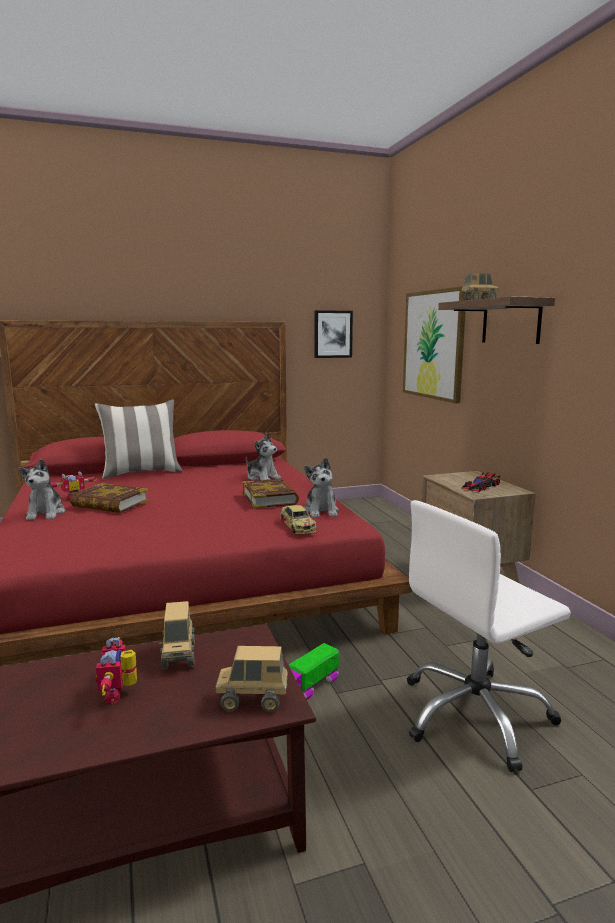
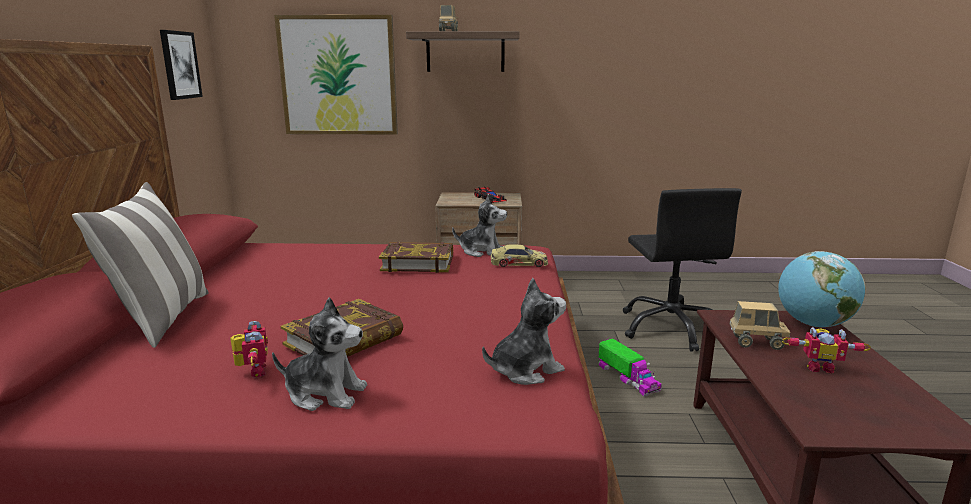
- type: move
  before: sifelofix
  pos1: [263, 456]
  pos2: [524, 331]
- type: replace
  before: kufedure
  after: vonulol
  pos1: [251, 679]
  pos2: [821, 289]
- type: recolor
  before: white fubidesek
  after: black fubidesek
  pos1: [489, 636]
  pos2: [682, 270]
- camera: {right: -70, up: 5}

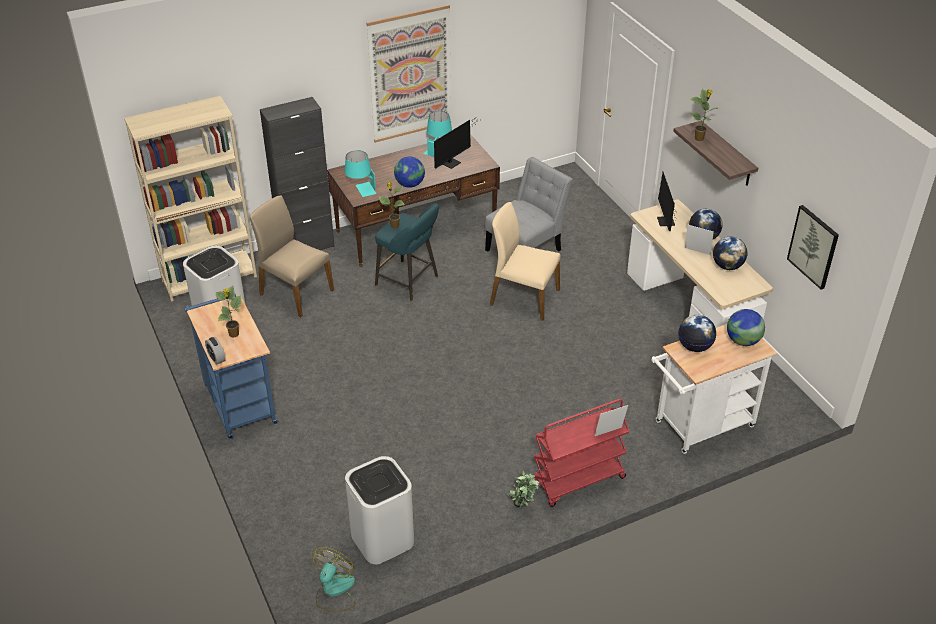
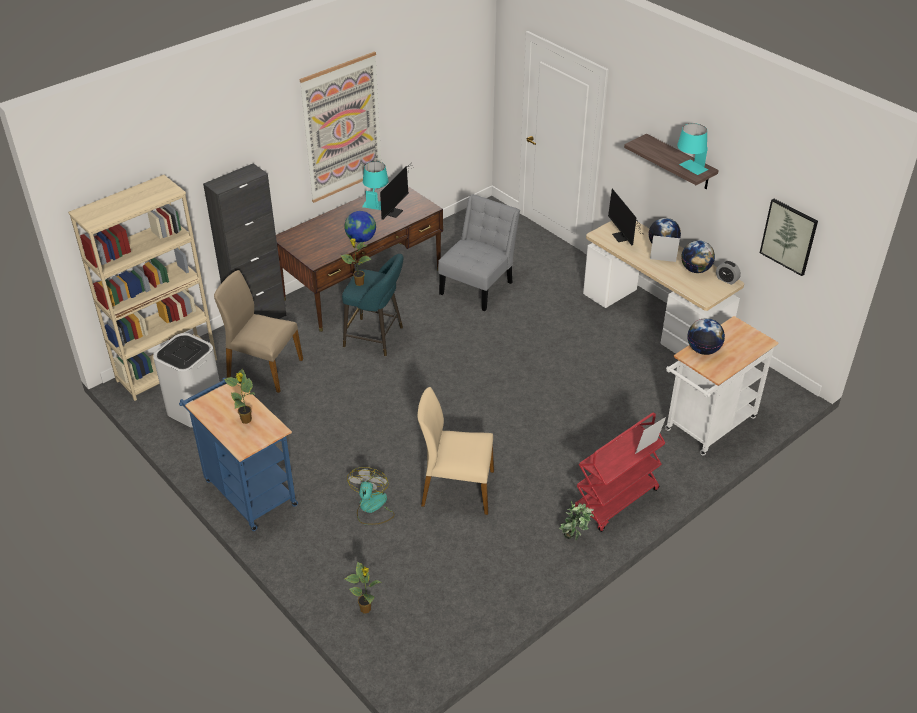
- type: delete
  before: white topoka
  pos1: [379, 510]
- type: delete
  before: vonulol
  pos1: [746, 327]
- type: move
  before: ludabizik
  pos1: [215, 351]
  pos2: [728, 273]
- type: move
  before: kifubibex
  pos1: [334, 579]
  pos2: [371, 496]
- type: move
  before: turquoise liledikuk
  pos1: [361, 173]
  pos2: [692, 149]
- type: move
  before: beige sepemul
  pos1: [525, 261]
  pos2: [455, 451]
- type: move
  before: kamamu
  pos1: [704, 114]
  pos2: [363, 587]
- camera: {right: -15, up: 0}

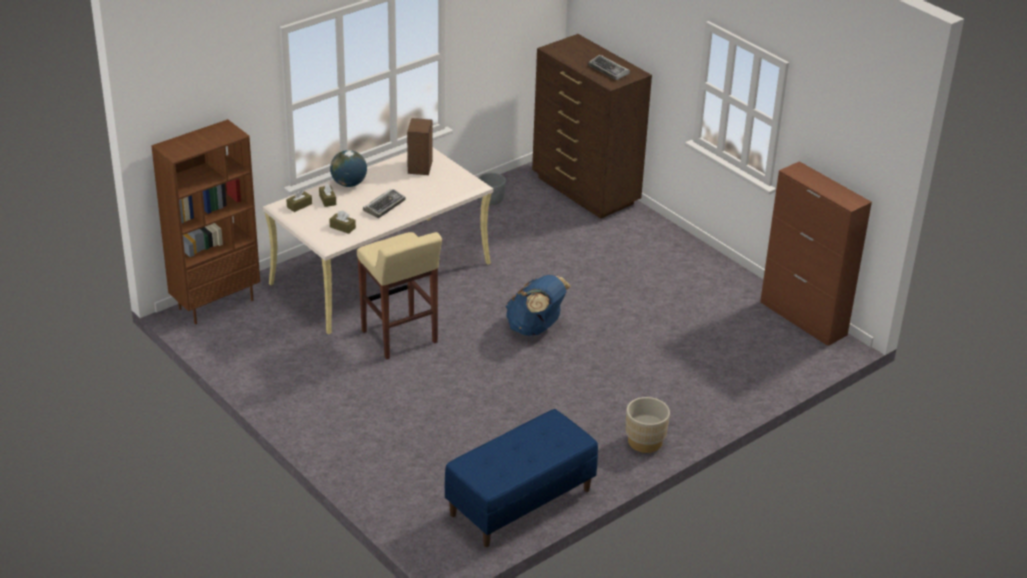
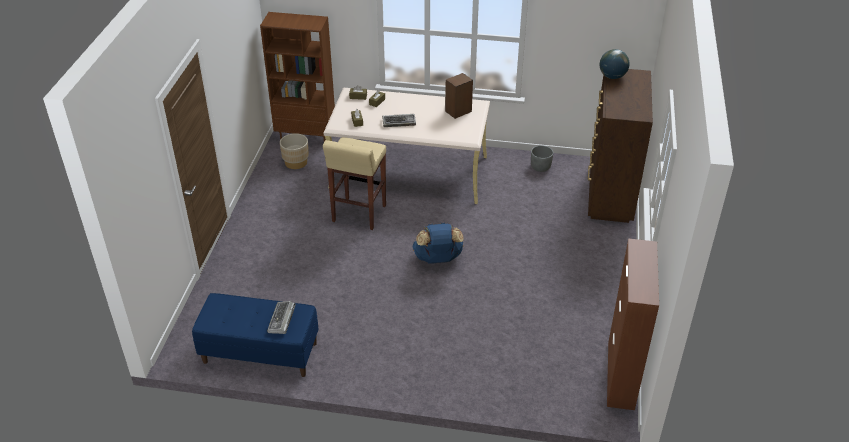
- type: move
  before: vonulol
  pos1: [348, 168]
  pos2: [614, 64]
- type: move
  before: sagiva
  pos1: [609, 67]
  pos2: [281, 317]
- type: move
  before: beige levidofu
  pos1: [648, 425]
  pos2: [294, 151]
- camera: {right: 50, up: 5}

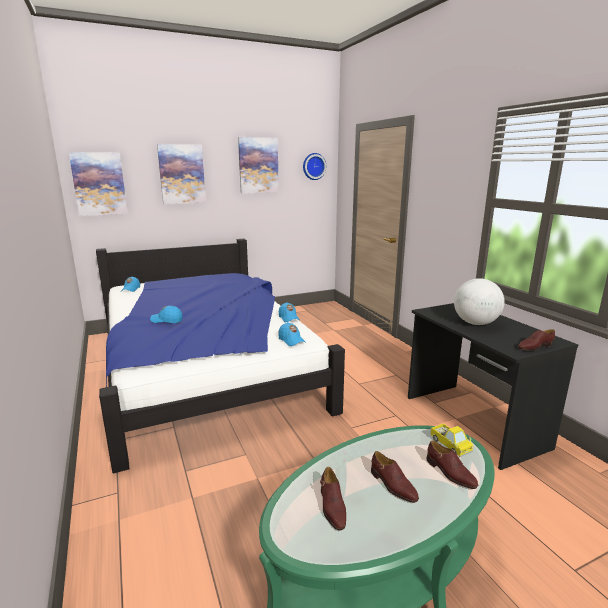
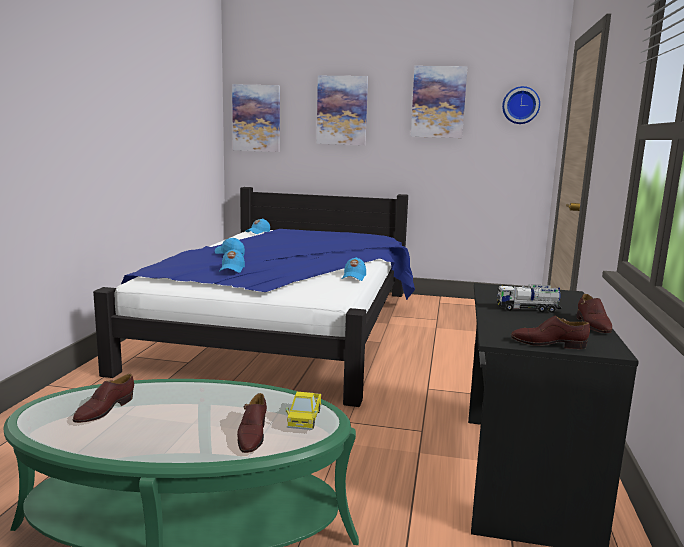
- type: move
  before: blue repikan
  pos1: [292, 334]
  pos2: [232, 261]
- type: move
  before: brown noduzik
  pos1: [395, 477]
  pos2: [594, 313]
- type: replace
  before: vonulol
  after: kufedure
  pos1: [479, 301]
  pos2: [529, 298]
- camera: {right: 35, up: -5}

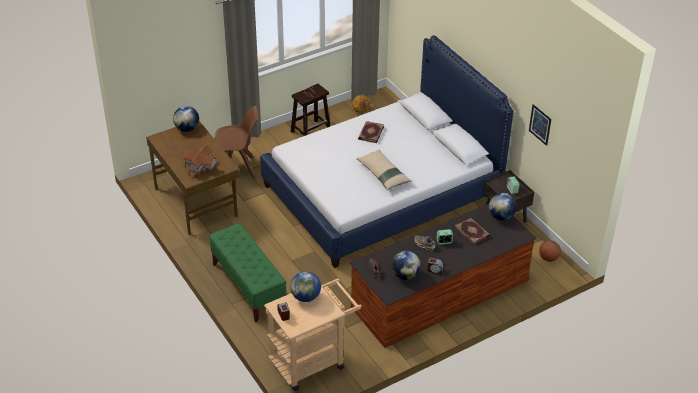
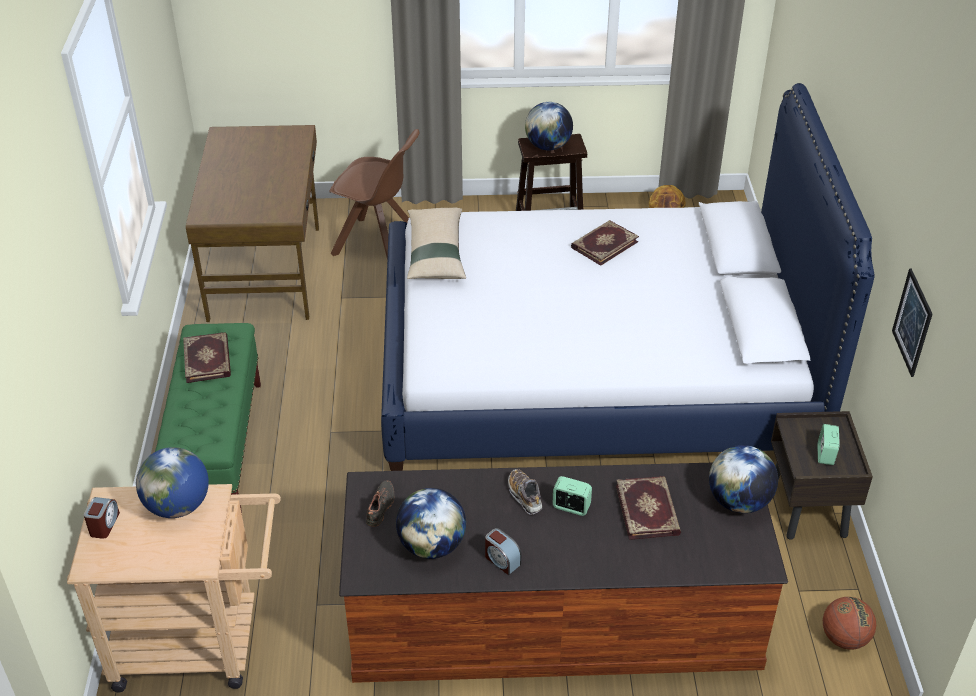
- type: delete
  before: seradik
  pos1: [200, 161]
- type: insert
  after: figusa
  pos2: [207, 357]
- type: move
  before: vonulol
  pos1: [186, 119]
  pos2: [549, 126]
- type: move
  before: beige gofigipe
  pos1: [384, 170]
  pos2: [436, 243]
- camera: {right: 30, up: 0}

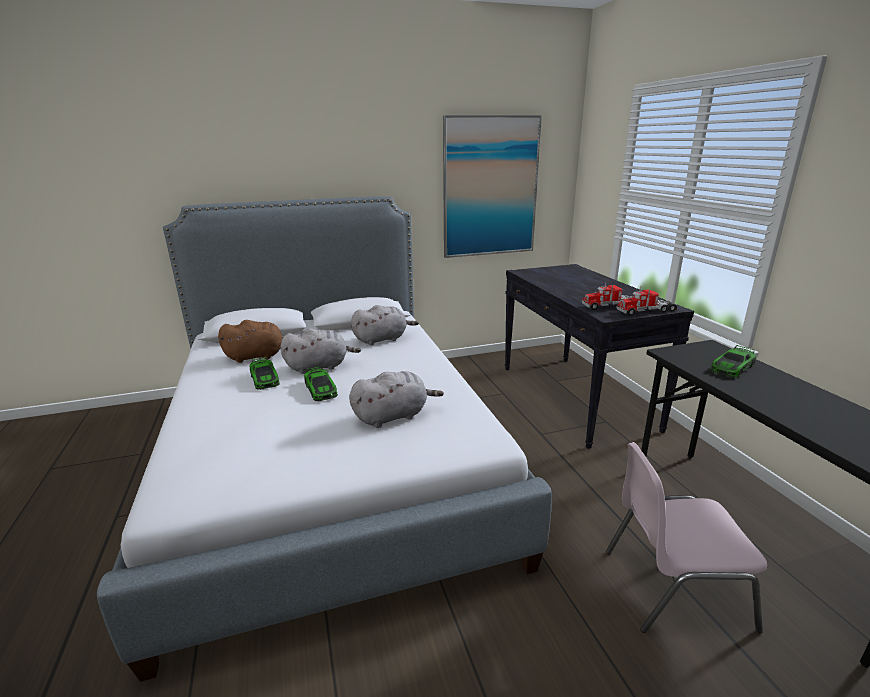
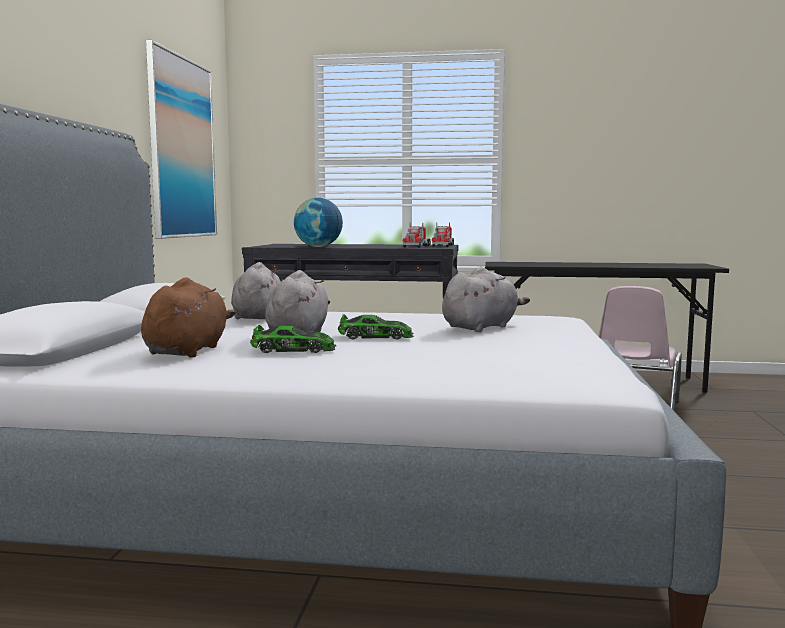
- type: delete
  before: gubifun
  pos1: [733, 361]
- type: insert
  after: vonulol
  pos2: [318, 222]
- type: rotate
  before: grey sifelofix
  pos1: [396, 399]
  pos2: [486, 299]
  turn: 45
- camera: {right: -65, up: -15}

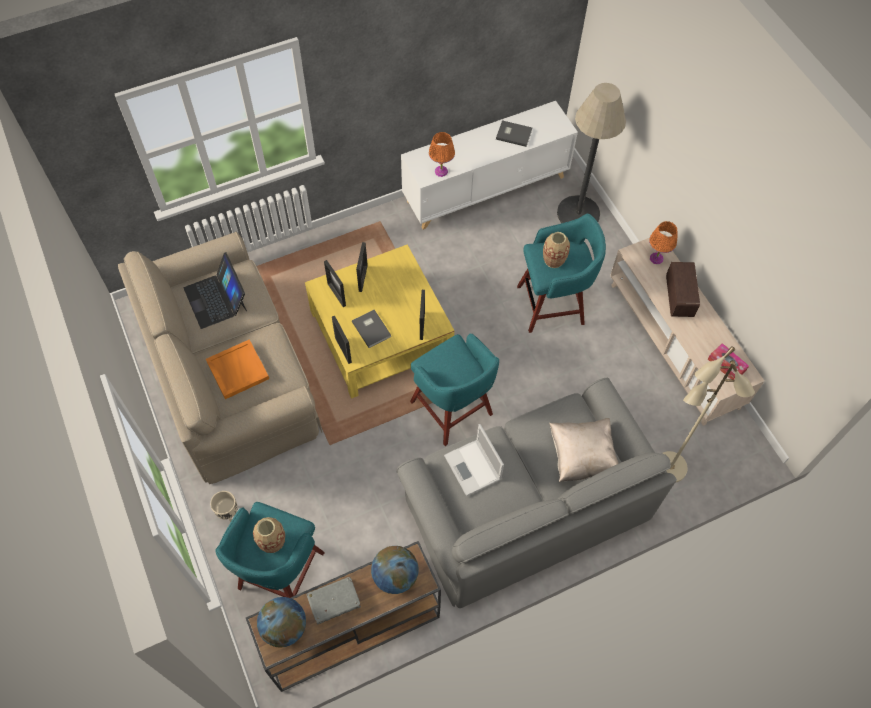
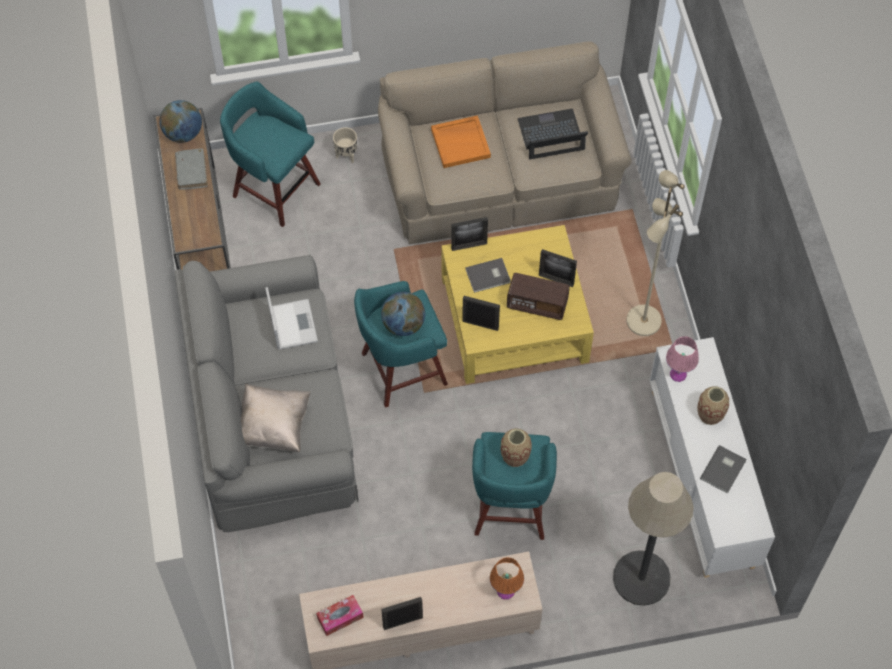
- type: move
  before: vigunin
  pos1: [269, 535]
  pos2: [713, 406]
- type: move
  before: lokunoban
  pos1: [335, 283]
  pos2: [402, 613]
- type: move
  before: vonulol
  pos1: [395, 570]
  pos2: [403, 314]
- type: move
  before: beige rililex
  pos1: [709, 414]
  pos2: [656, 253]
- type: move
  before: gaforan
  pos1: [683, 289]
  pos2: [538, 296]
- type: recolor
  before: orange liledikuk
  after: pink liledikuk
  pos1: [442, 154]
  pos2: [682, 359]
- type: rotate
  before: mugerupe
  pos1: [474, 460]
  pos2: [291, 318]
  turn: 90
- camera: {right: 105, up: 0}

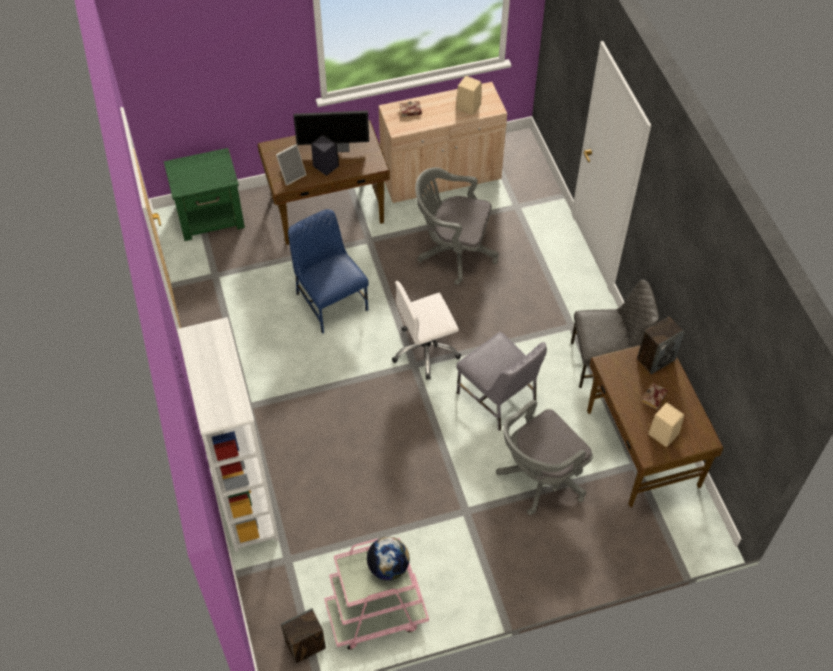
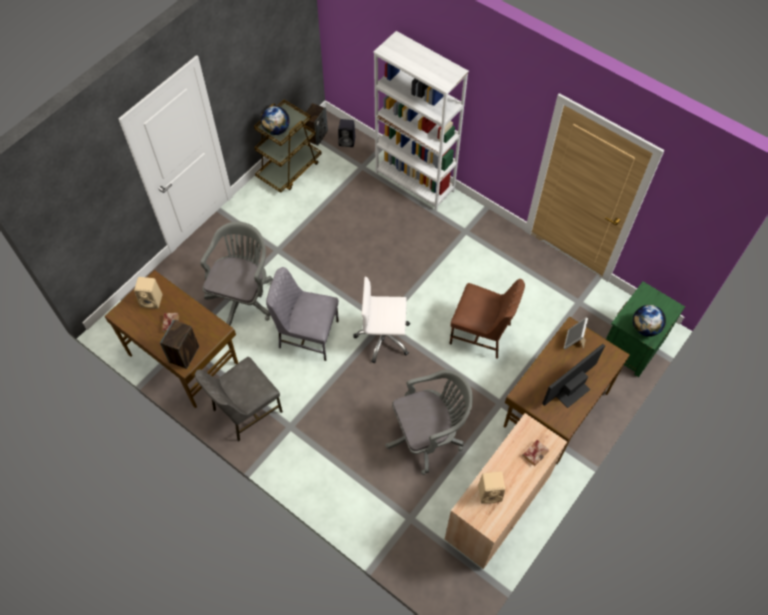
- type: insert
  after: vonulol
  pos2: [649, 321]
- type: move
  before: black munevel
  pos1: [325, 155]
  pos2: [347, 133]
- type: recolor
  before: blue sepemul
  after: brown sepemul
  pos1: [328, 271]
  pos2: [487, 319]
- type: recolor
  before: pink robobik
  after: brown robobik
  pos1: [376, 594]
  pos2: [288, 146]
- type: rotate
  before: white fubidesek
  pos1: [426, 330]
  pos2: [381, 320]
  turn: -120
- camera: {right: 145, up: 5}

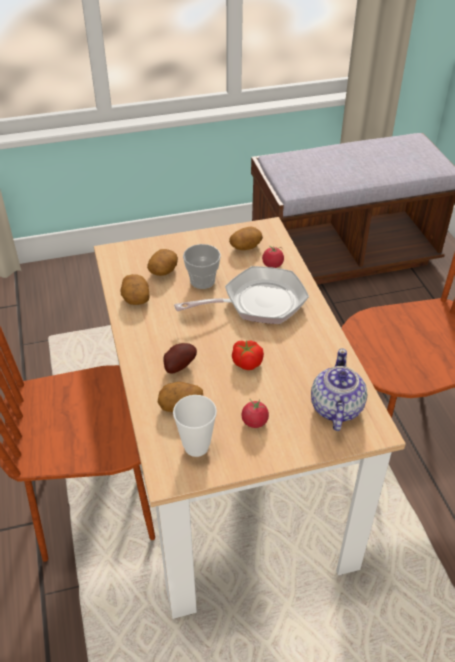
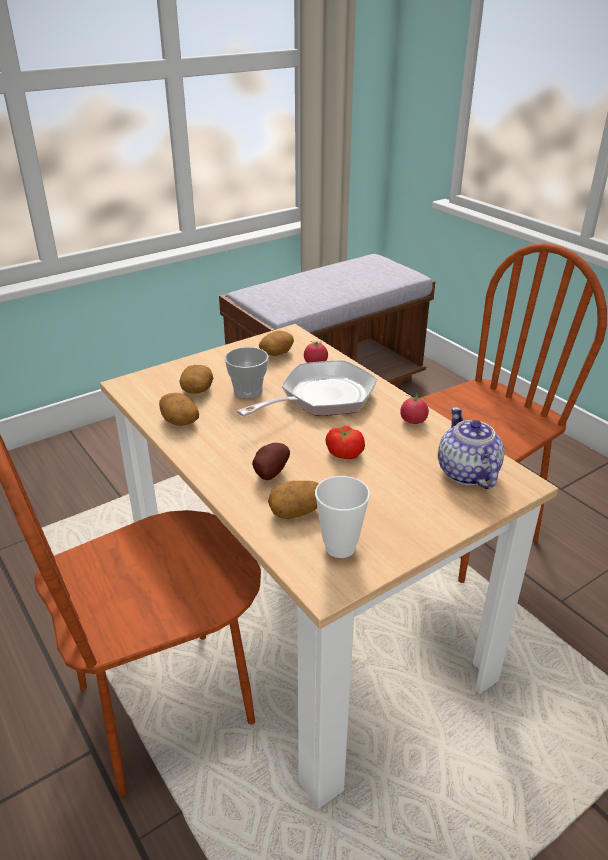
- type: move
  before: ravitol
  pos1: [255, 413]
  pos2: [414, 409]
- camera: {right: -20, up: -10}

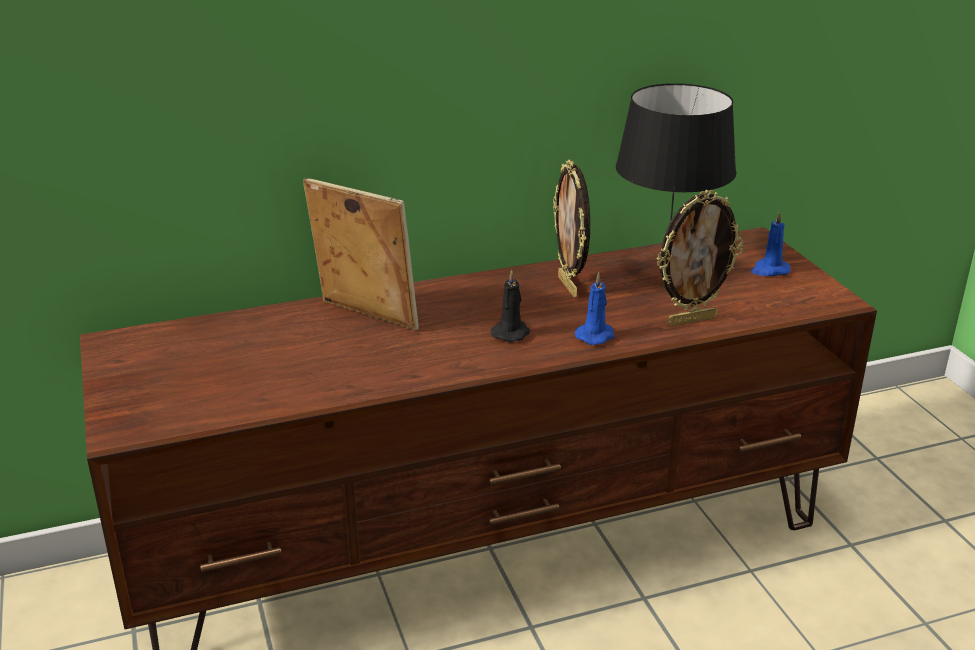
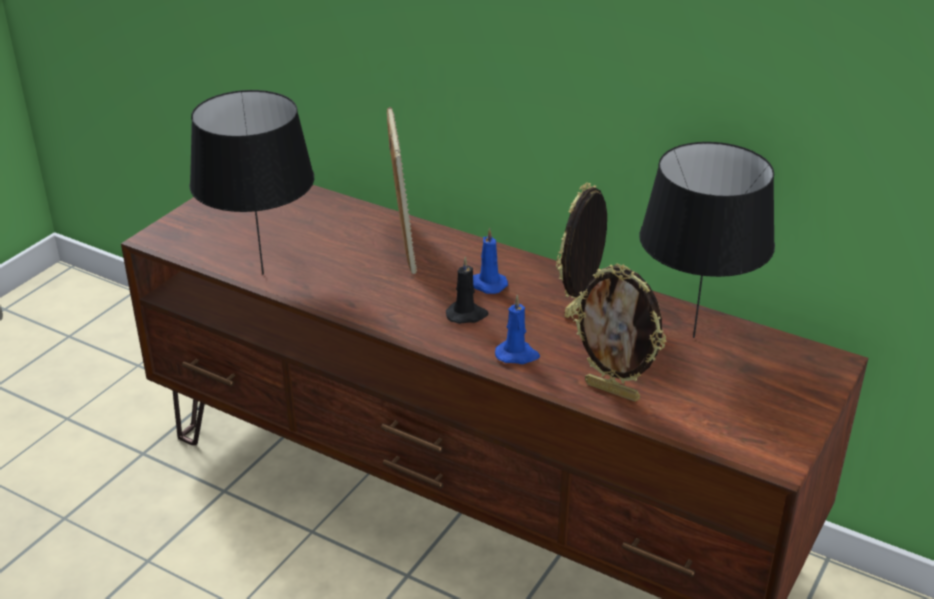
- type: insert
  after: black liledikuk
  pos2: [251, 182]
- type: move
  before: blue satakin
  pos1: [771, 243]
  pos2: [490, 261]
- camera: {right: 50, up: 5}

